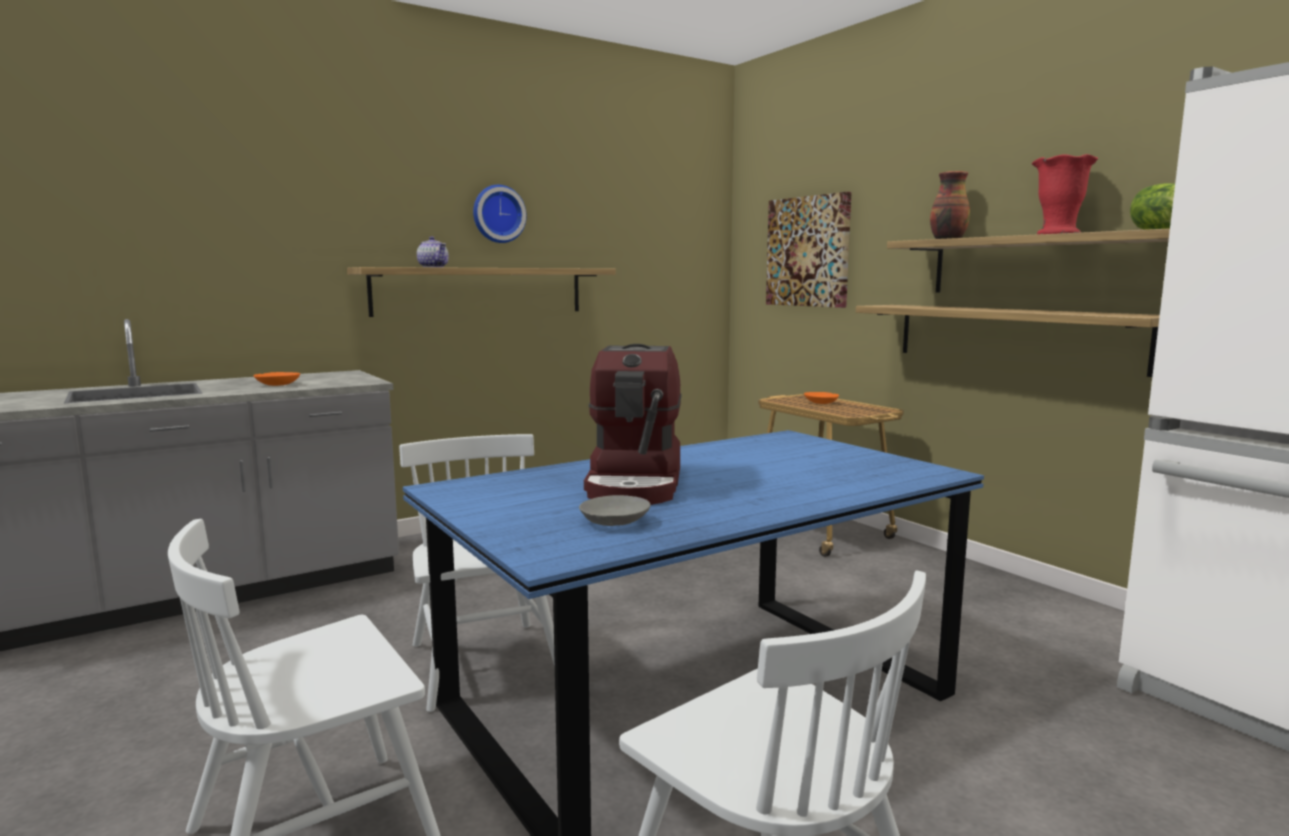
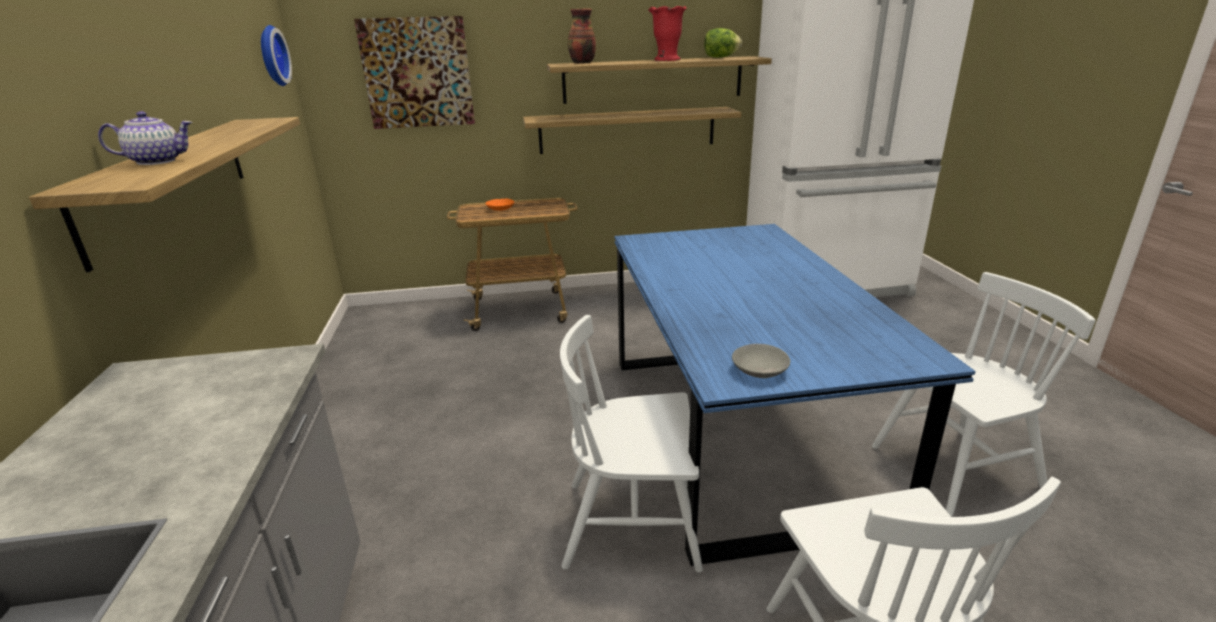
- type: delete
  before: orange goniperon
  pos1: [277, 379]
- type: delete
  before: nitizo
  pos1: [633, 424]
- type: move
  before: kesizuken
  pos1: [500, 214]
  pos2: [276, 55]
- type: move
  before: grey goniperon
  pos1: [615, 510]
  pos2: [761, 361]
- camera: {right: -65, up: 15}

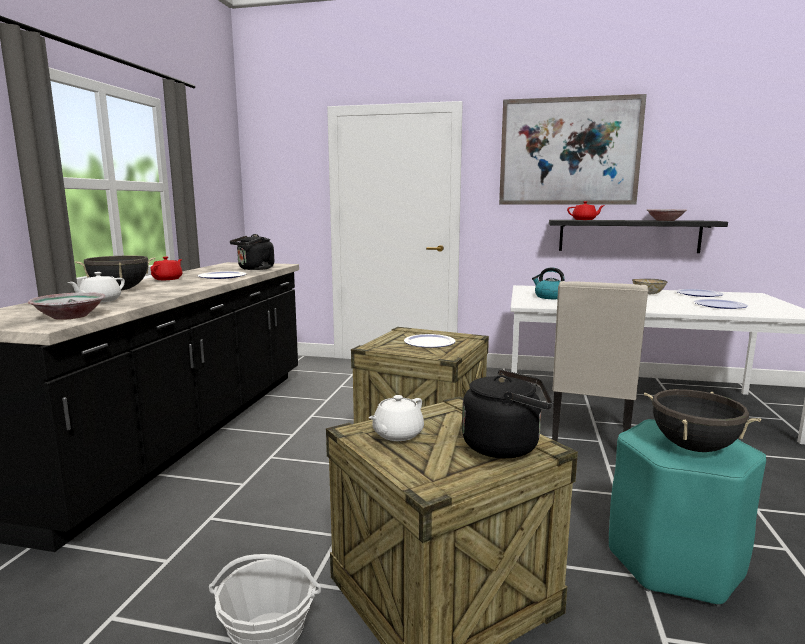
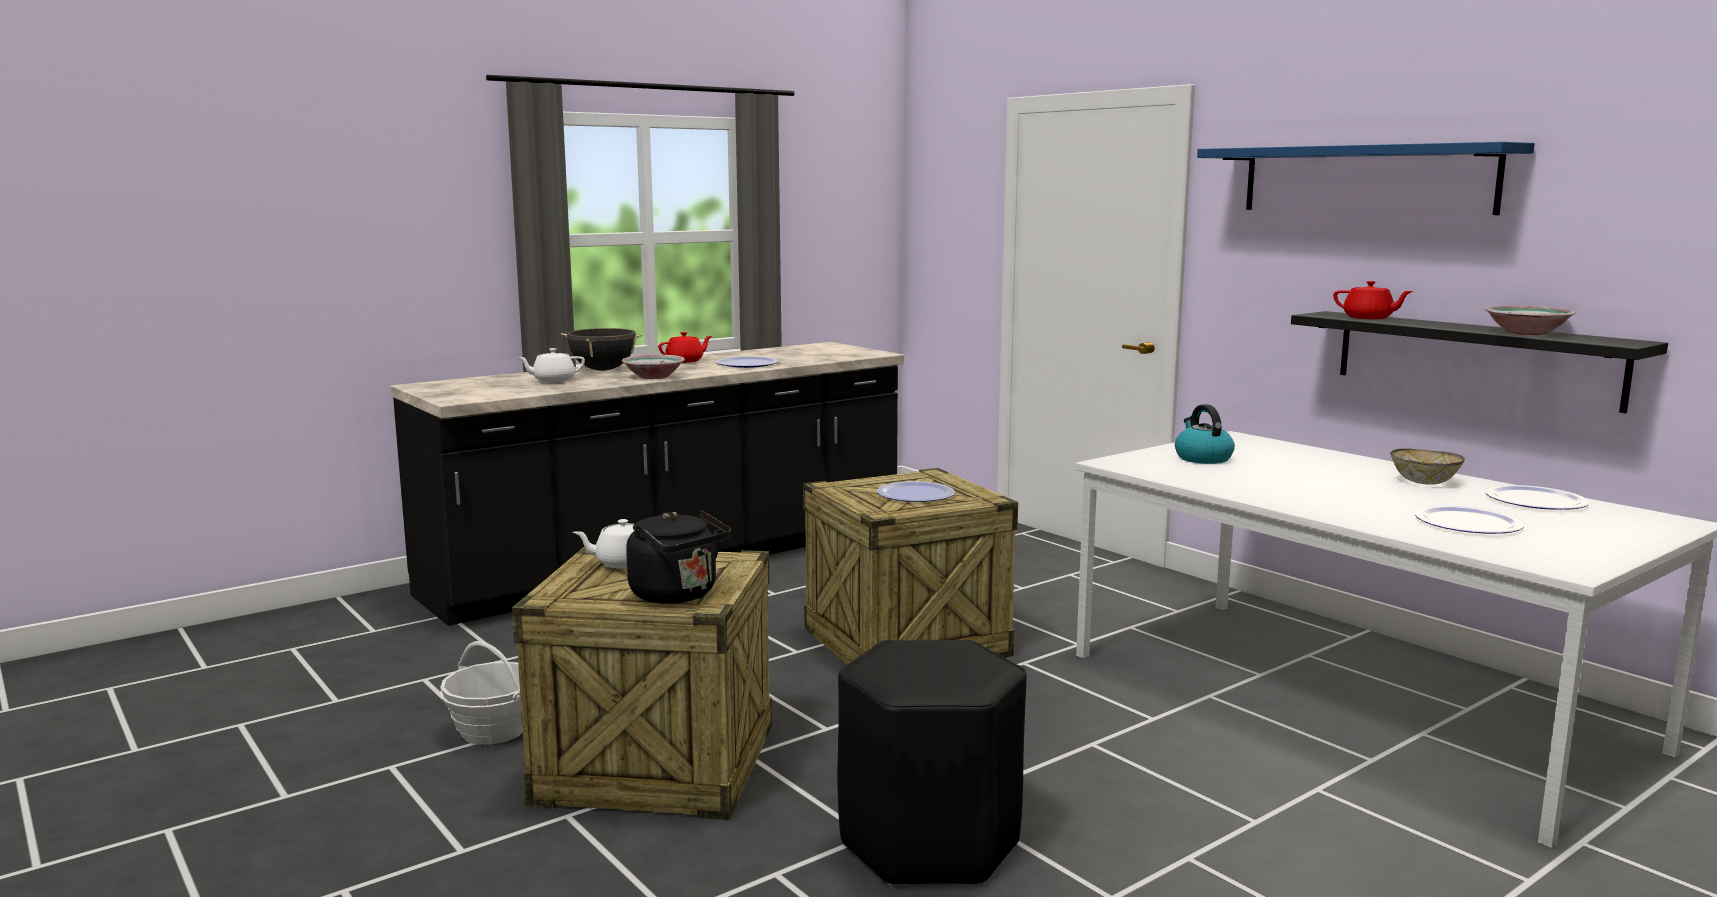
- type: delete
  before: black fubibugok
  pos1: [252, 252]
- type: delete
  before: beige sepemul
  pos1: [600, 361]
- type: delete
  before: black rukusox
  pos1: [702, 420]
- type: move
  before: goniperon
  pos1: [67, 306]
  pos2: [653, 367]
- type: replace
  before: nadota
  after: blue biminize
  pos1: [573, 149]
  pos2: [1366, 178]
- type: recolor
  before: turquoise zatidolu
  after: black zatidolu
  pos1: [687, 513]
  pos2: [932, 763]
- camera: {right: 40, up: 0}

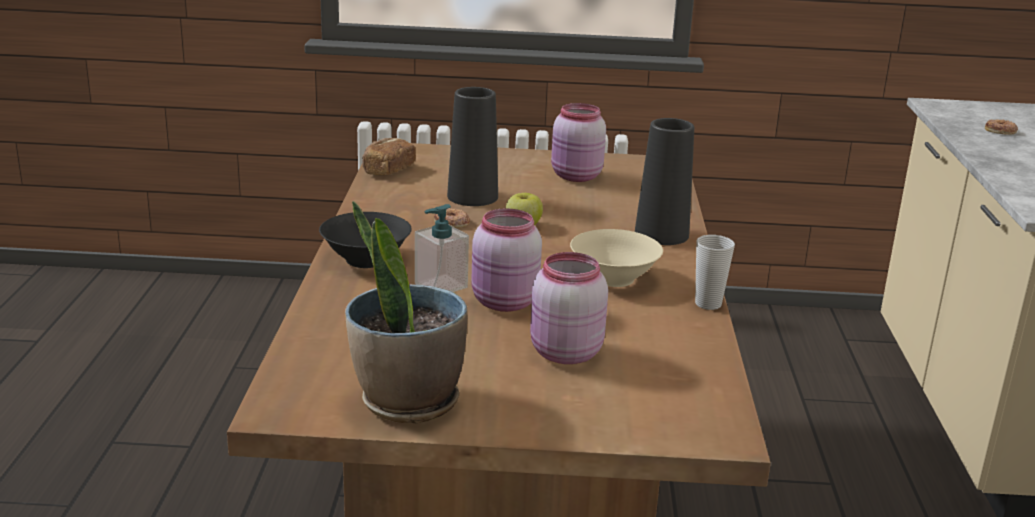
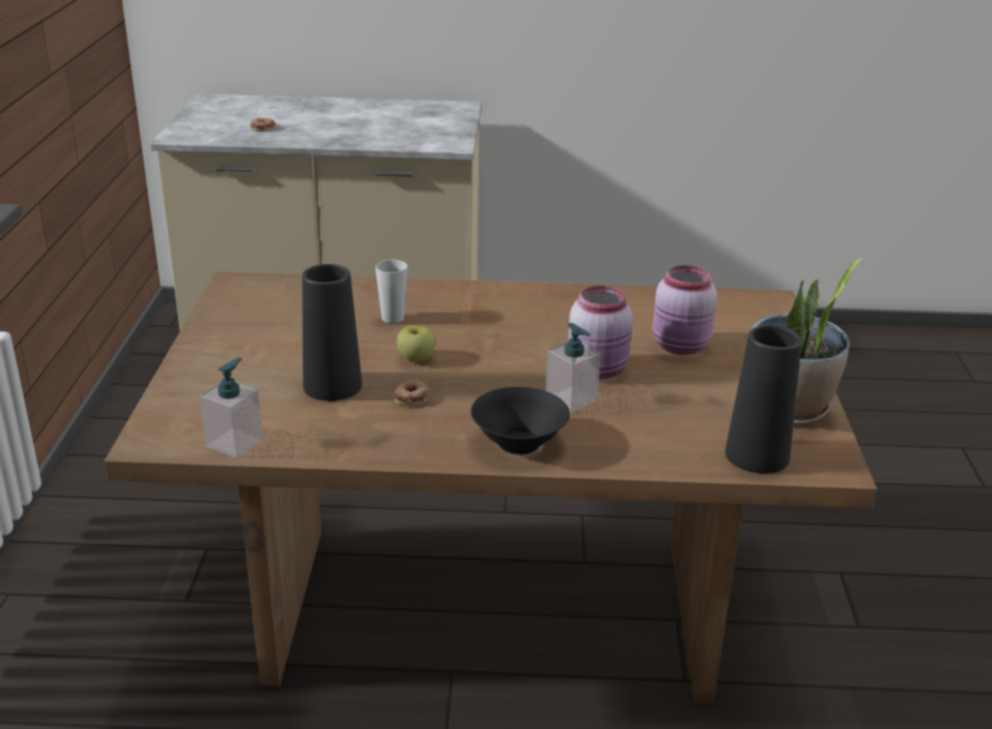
- type: delete
  before: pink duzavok
  pos1: [578, 142]
- type: delete
  before: beige goniperon
  pos1: [616, 258]
- type: move
  before: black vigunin
  pos1: [664, 181]
  pos2: [763, 399]
- type: move
  before: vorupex
  pos1: [715, 272]
  pos2: [391, 291]
- type: replace
  before: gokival
  after: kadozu
  pos1: [389, 156]
  pos2: [231, 407]
- camera: {right: -90, up: 5}

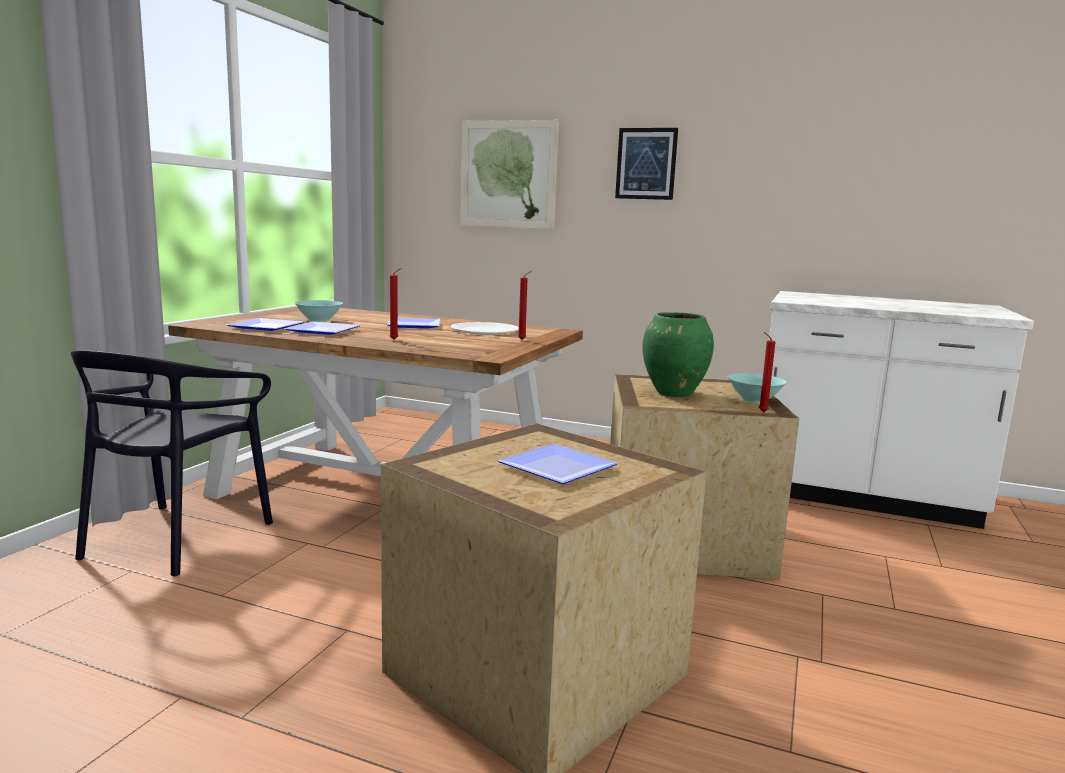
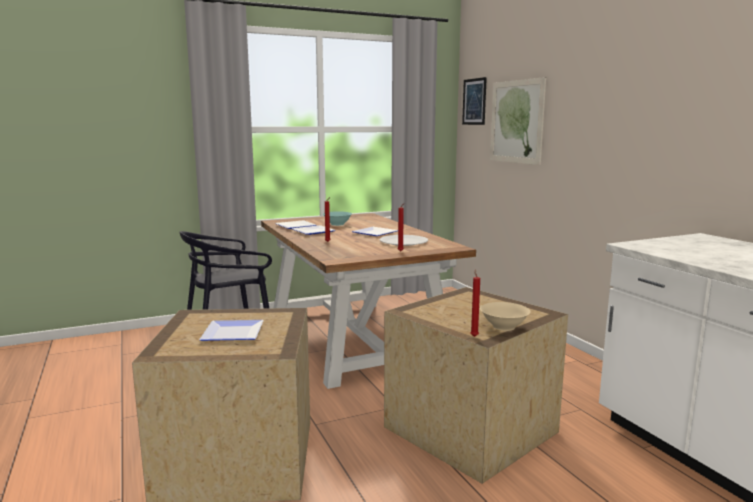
- type: delete
  before: green vigunin
  pos1: [678, 354]
- type: move
  before: nadota
  pos1: [646, 164]
  pos2: [474, 101]
- type: recolor
  before: turquoise goniperon
  after: beige goniperon
  pos1: [757, 388]
  pos2: [505, 316]
- camera: {right: 45, up: 0}

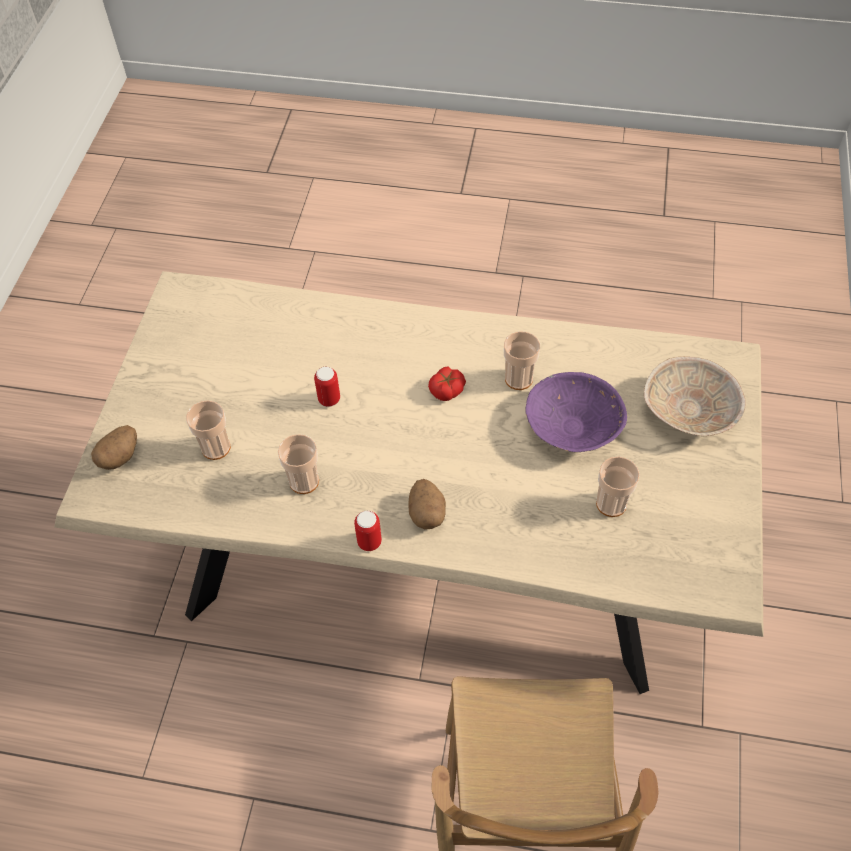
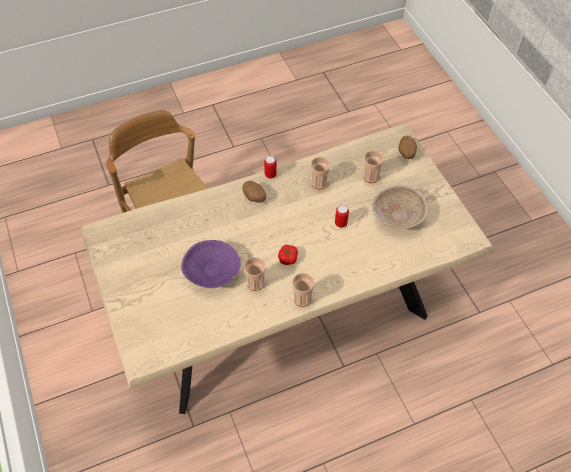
- type: move
  before: vorupex
  pos1: [618, 486]
  pos2: [303, 290]
- type: move
  before: beige goniperon
  pos1: [695, 396]
  pos2: [400, 207]
- camera: {right: 145, up: 0}

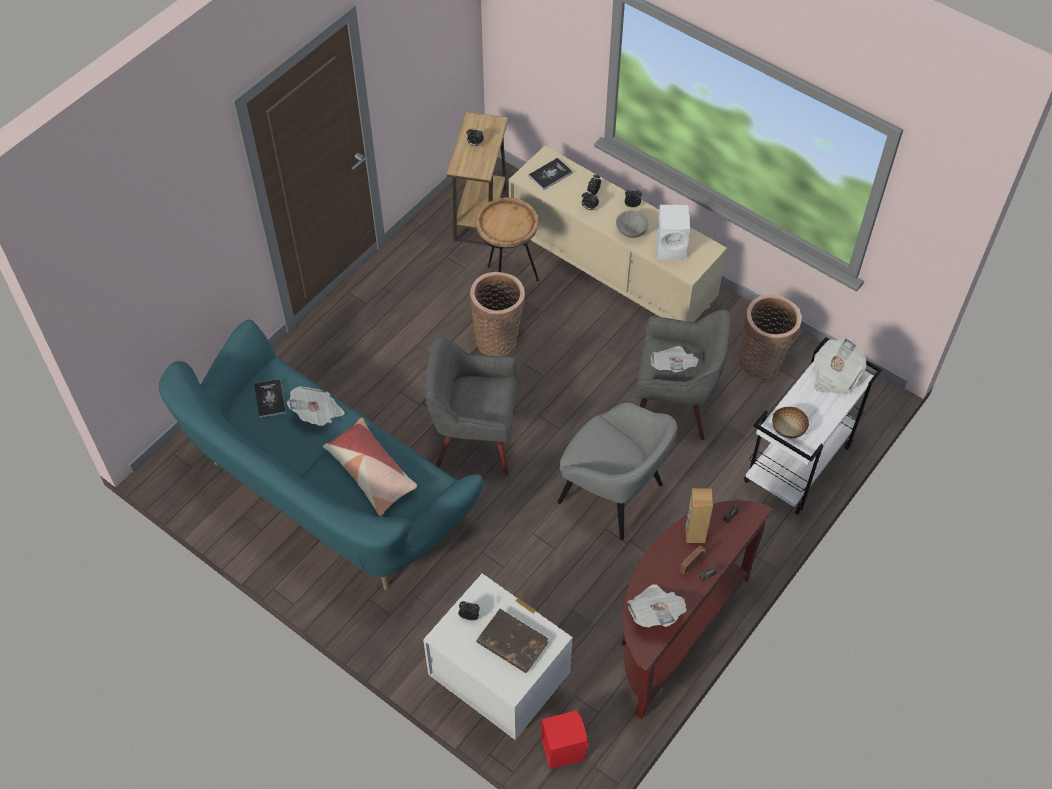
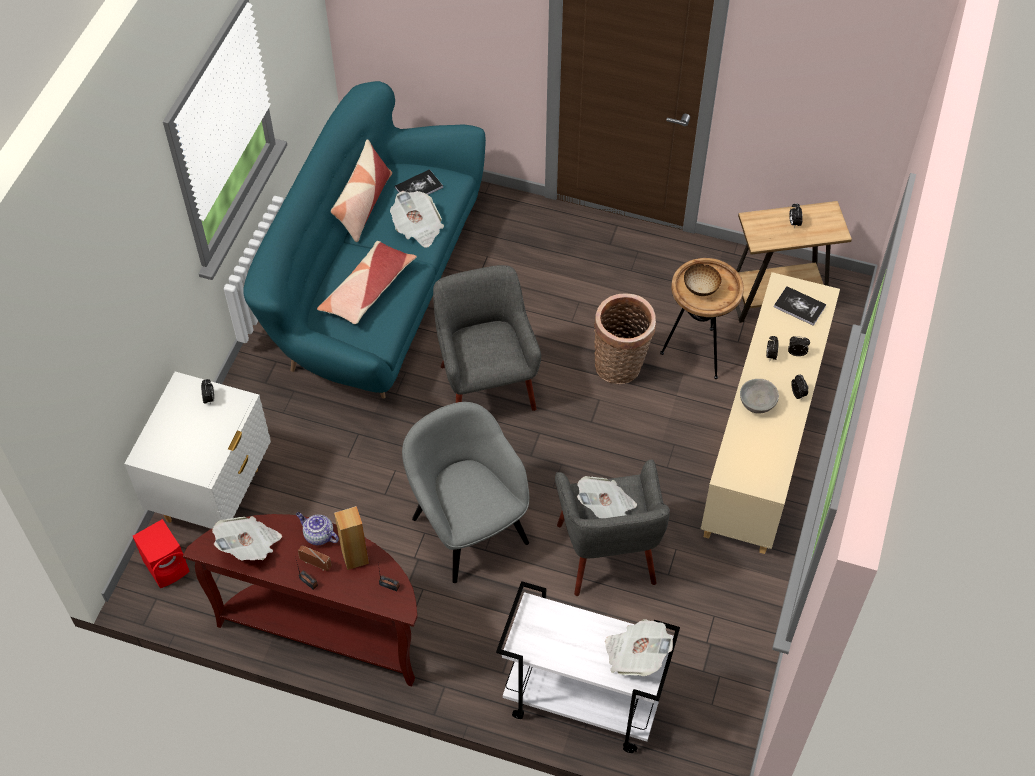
- type: delete
  before: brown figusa
  pos1: [513, 641]
- type: delete
  before: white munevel
  pos1: [673, 232]
- type: delete
  before: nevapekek
  pos1: [770, 336]
- type: insert
  after: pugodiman
  pos2: [317, 528]
- type: insert
  after: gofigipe
  pos2: [361, 190]
- type: move
  before: goniperon
  pos1: [790, 423]
  pos2: [703, 280]
- type: rotate
  before: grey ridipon
  pos1: [617, 471]
  pos2: [465, 492]
  turn: 135
- camera: {right: 70, up: 0}

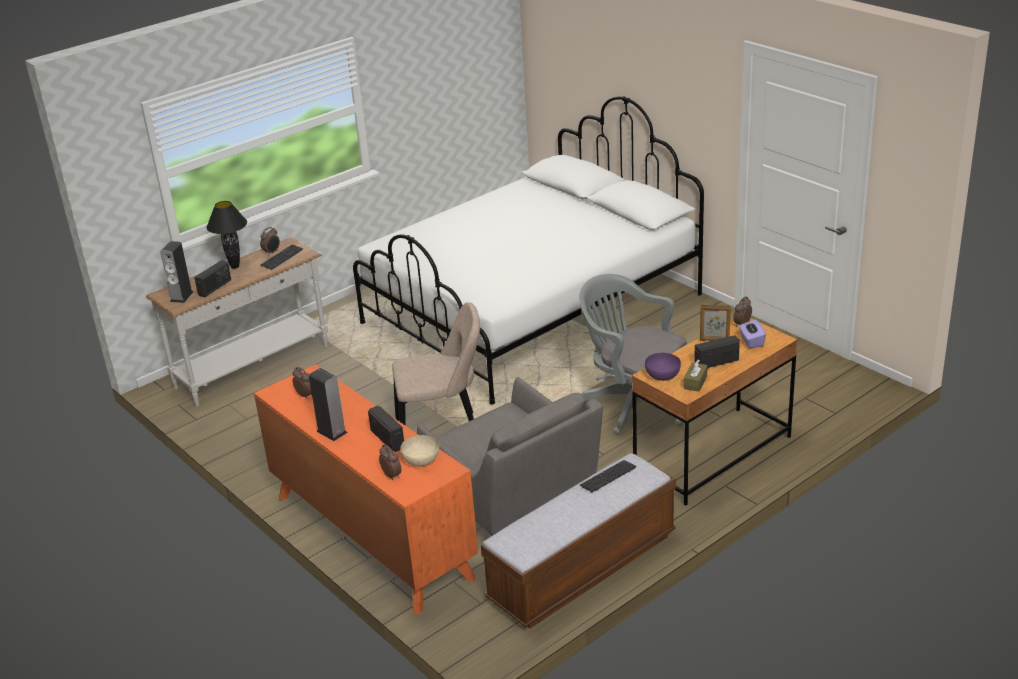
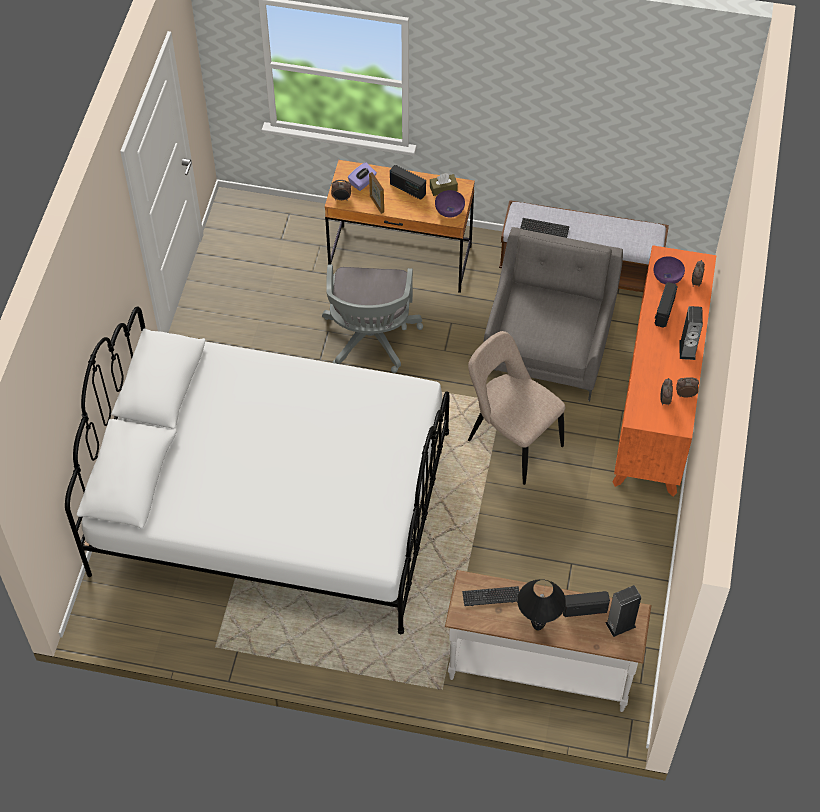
- type: move
  before: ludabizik
  pos1: [270, 240]
  pos2: [687, 387]
- type: recolor
  before: beige goniperon
  after: purple goniperon
  pos1: [419, 451]
  pos2: [669, 270]
- camera: {right: -130, up: 25}

